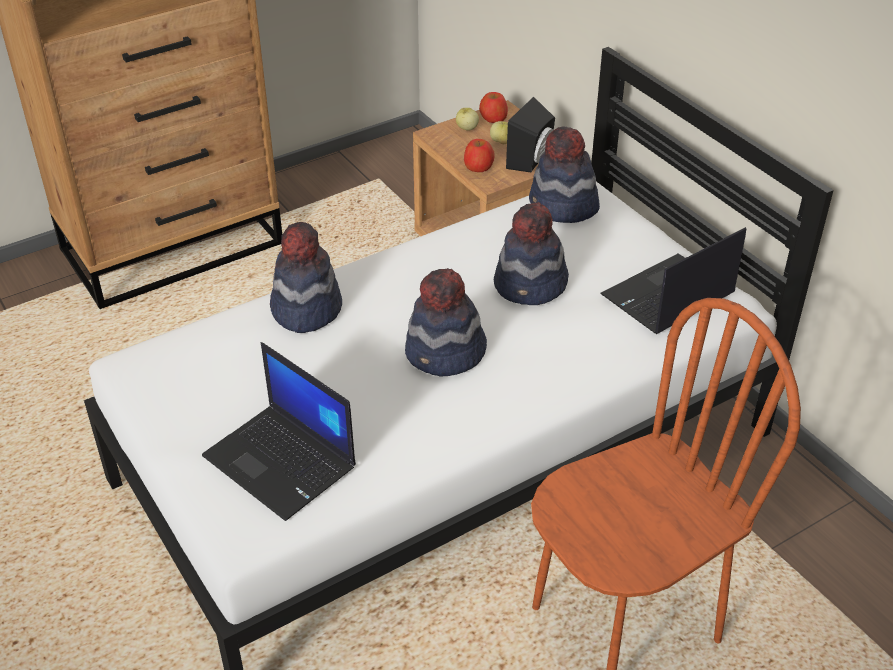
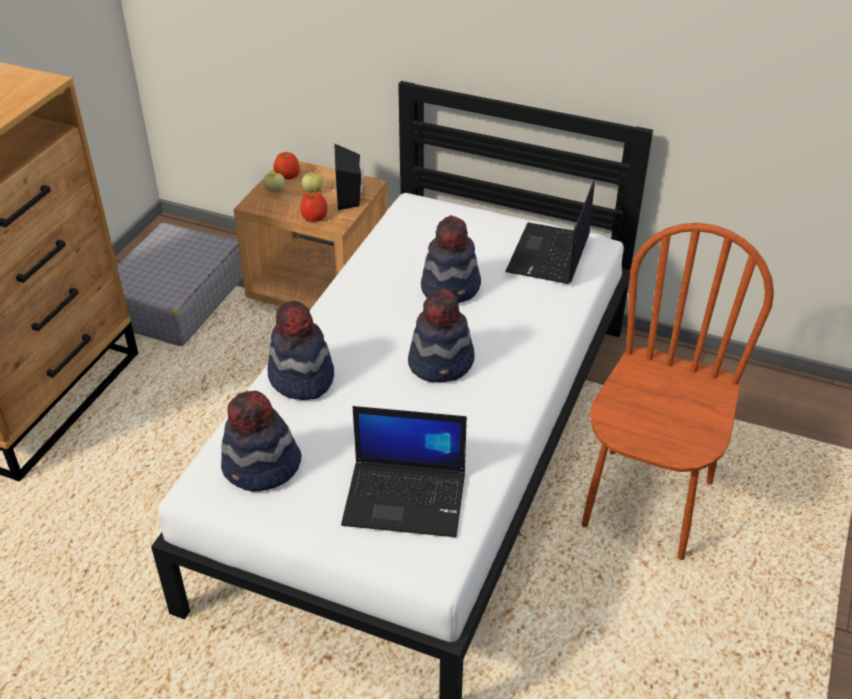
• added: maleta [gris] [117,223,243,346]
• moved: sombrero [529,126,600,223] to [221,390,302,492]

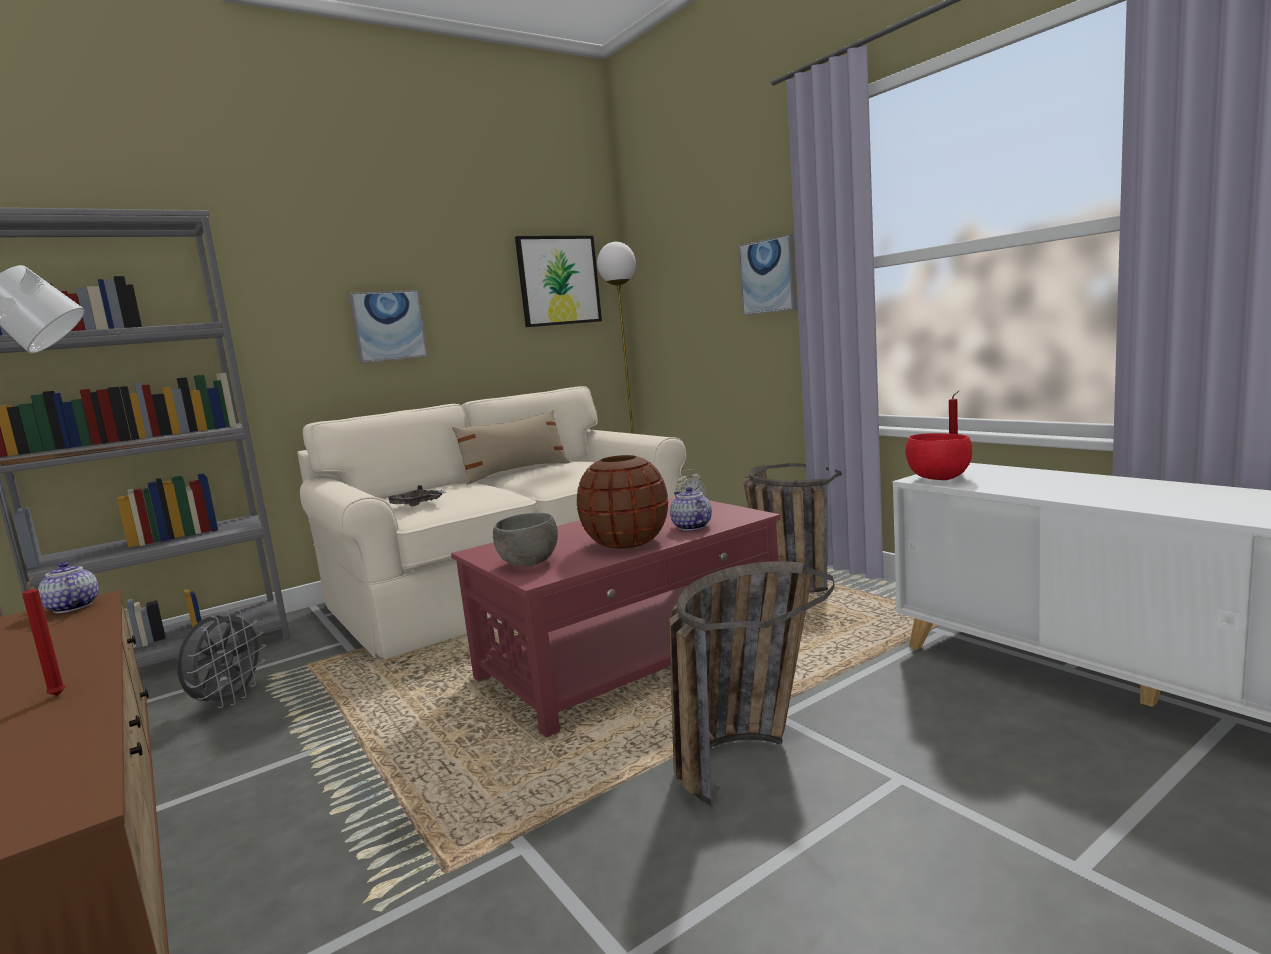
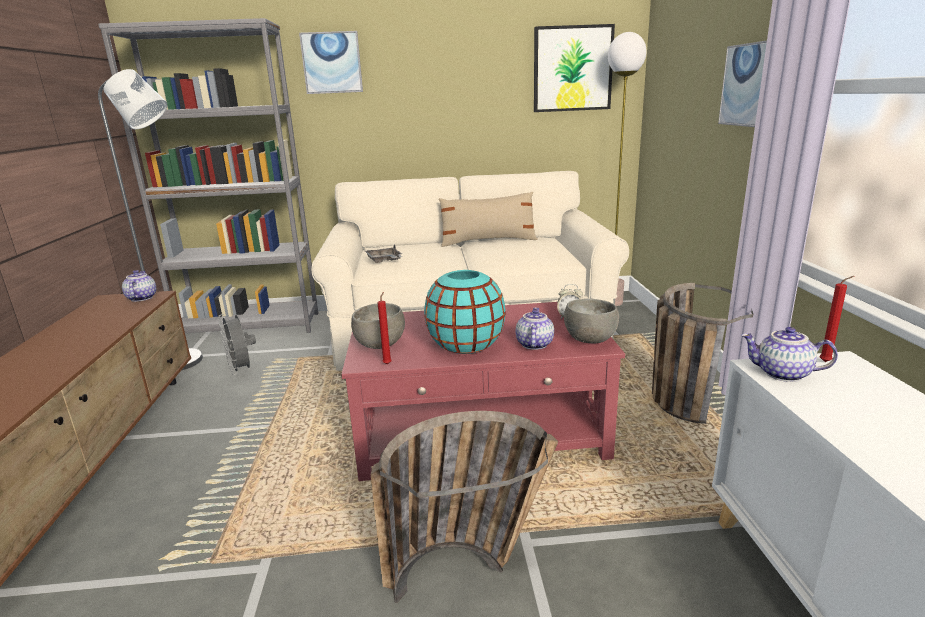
• added: cuenco [gris] [564,299,619,343]
• moved: vela [rojo] [22,575,65,696] to [378,292,392,365]
• moved: cuadro [349,290,428,363] to [299,31,363,94]
• replaced: cuenco [rojo] [905,433,972,480] to tetera [741,327,838,382]
• recoloured: florero [marrón] [577,455,668,549] to florero [turquesa] [424,270,506,354]
• turned: ventilador [gris] [177,610,266,708] = [218,314,256,375] 105 degrees clockwise

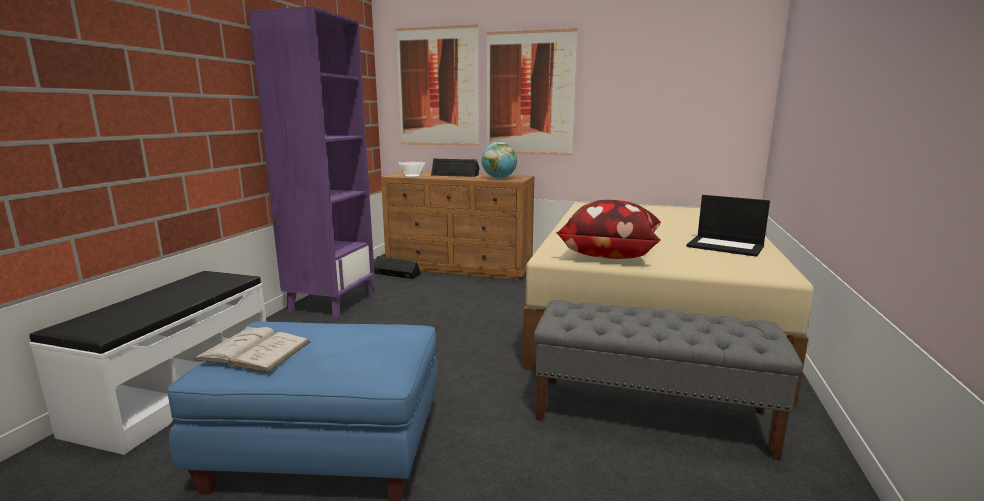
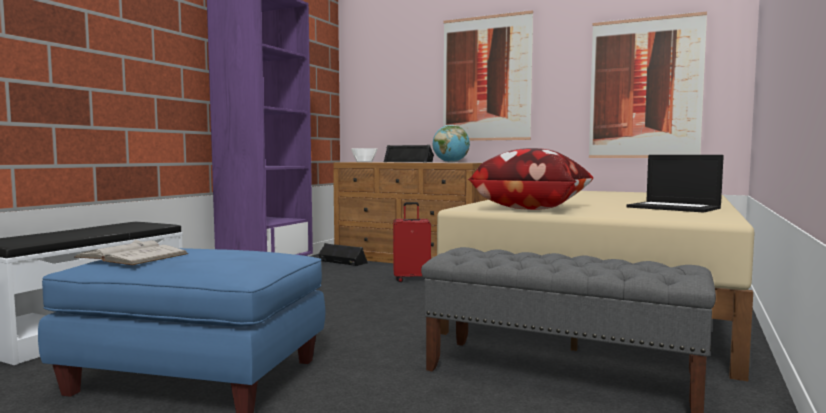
• added: maleta [rojo] [393,202,431,282]
• moved: cuadro [396,24,479,146] to [589,12,707,158]

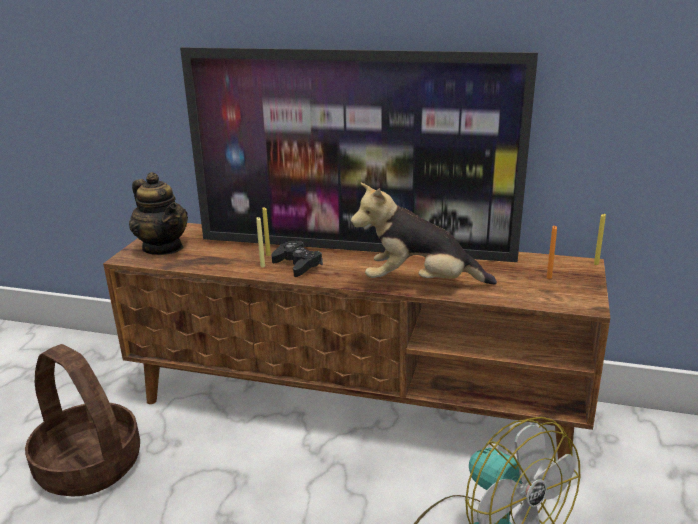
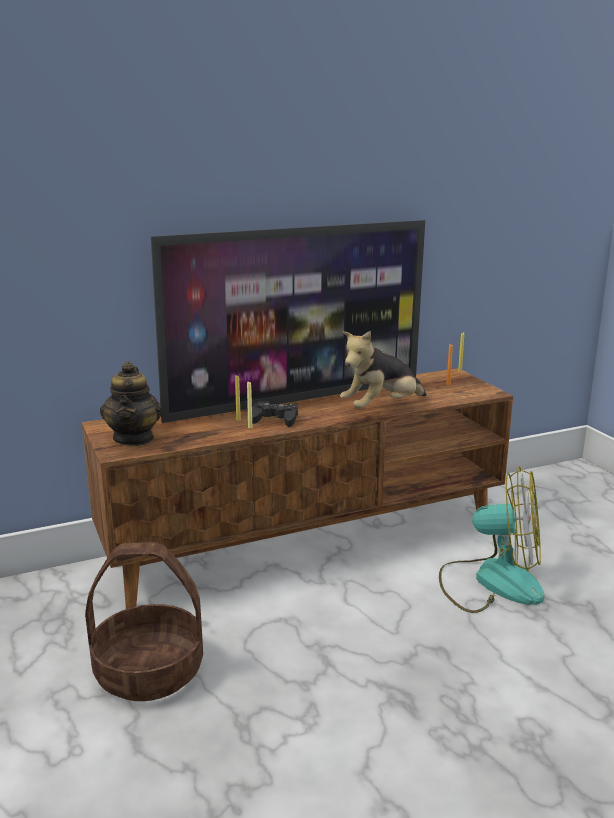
• turned: tetera [129,172,188,255] = [100,361,162,446] 75 degrees clockwise

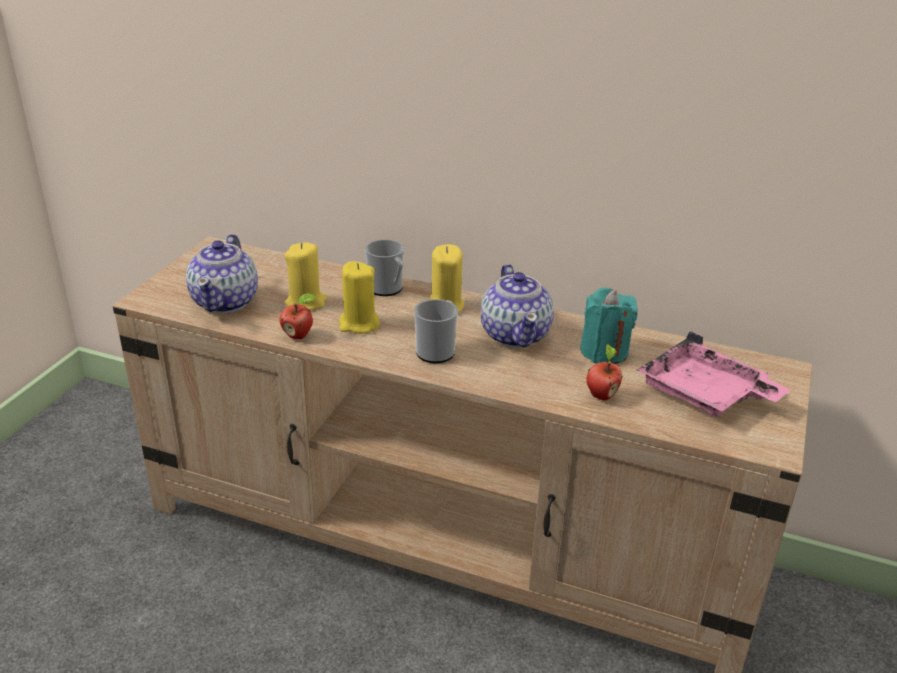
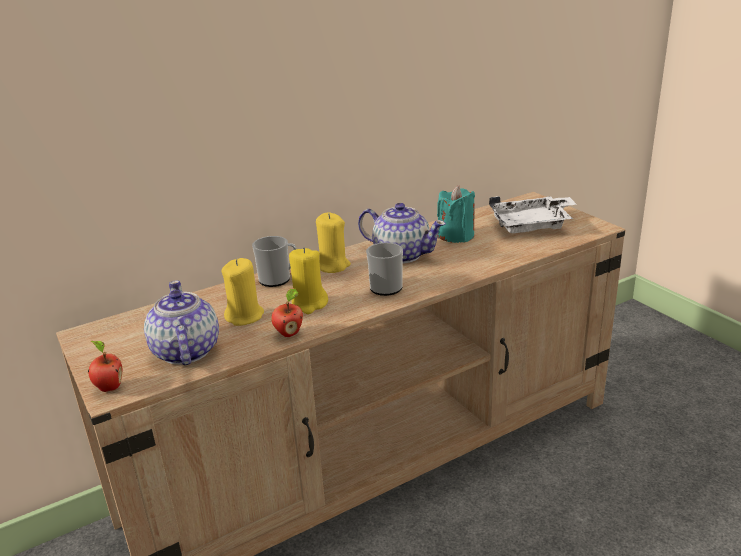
• moved: manzana [586,344,623,400] to [88,341,123,392]
• recoloured: bandeja [rosa] [637,331,791,417] to bandeja [blanco] [489,196,576,233]
• turned: tetera [186,234,258,313] = [144,281,219,366] 150 degrees counterclockwise

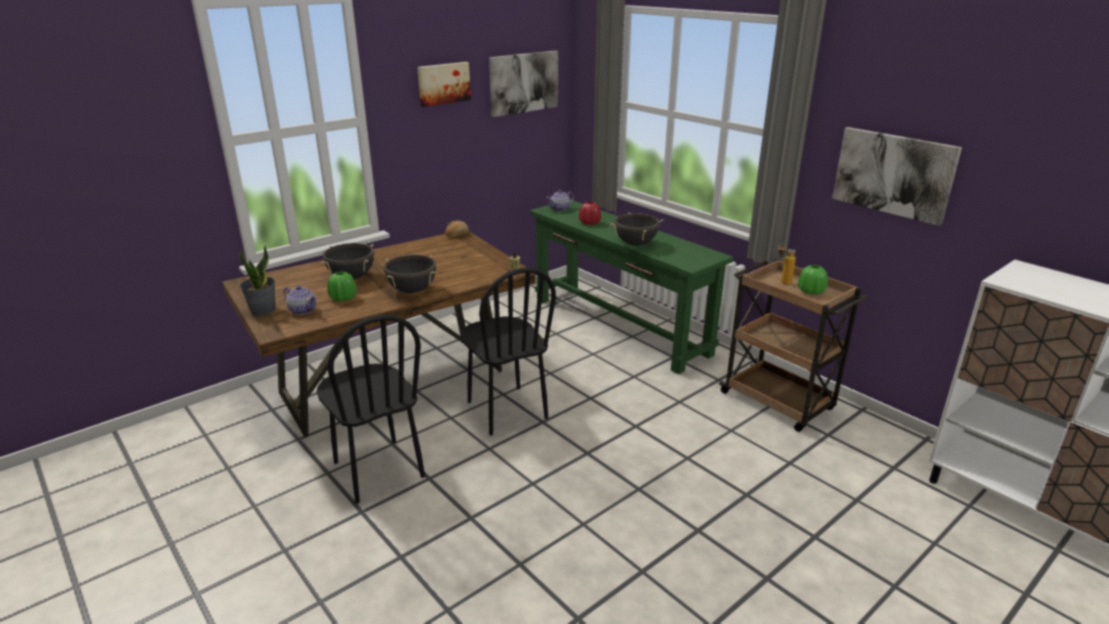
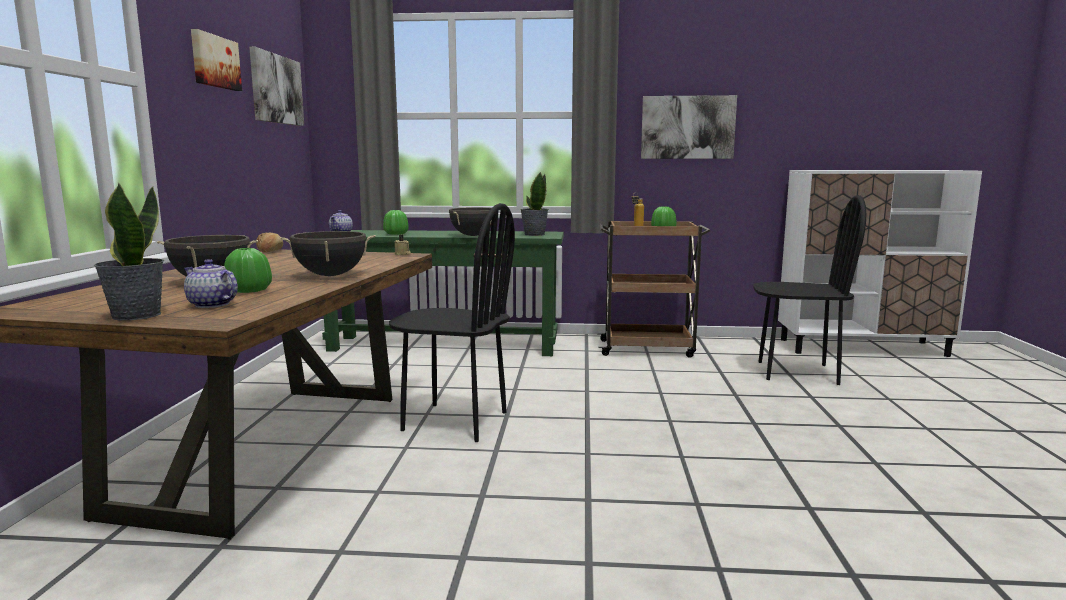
• added: planta en maceta [520,172,549,236]
• moved: silla [negro] [317,315,425,504] to [753,195,866,385]
• recoloured: florero [rojo] [579,201,601,225] to florero [verde] [383,210,409,235]
• turned: tetera [283,286,317,315] = [184,259,238,308] 135 degrees counterclockwise

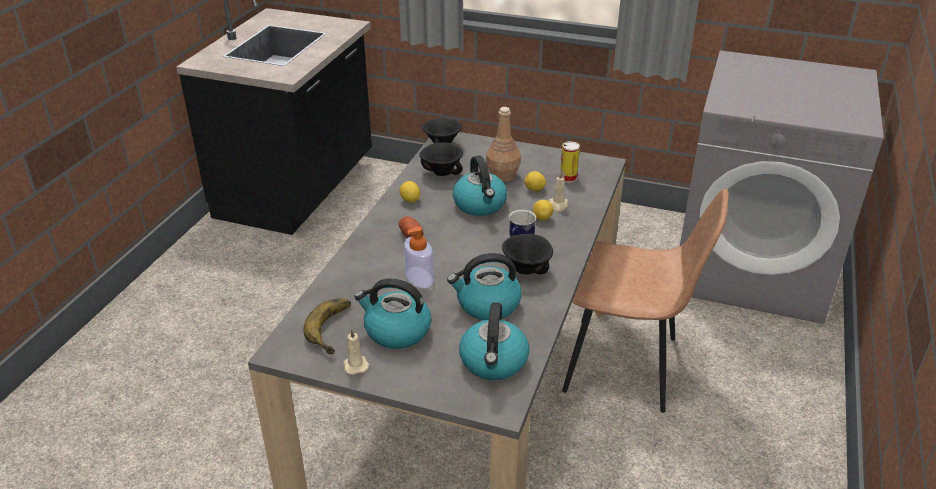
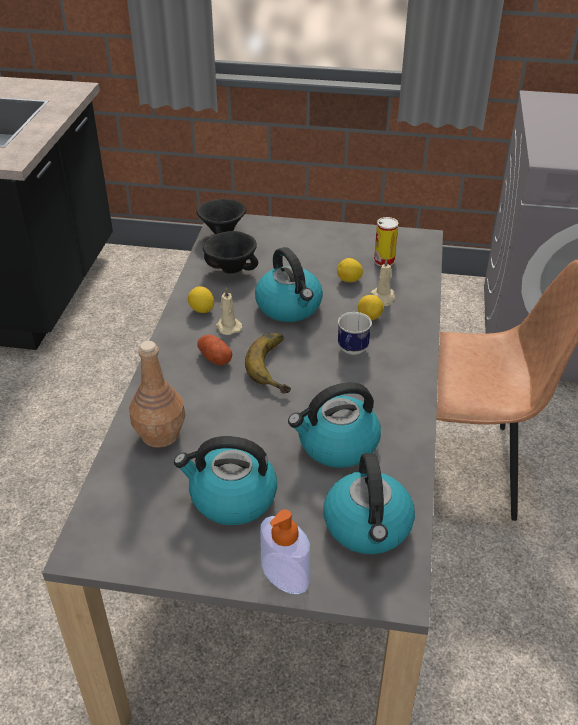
• removed: cuenco [negro] [502,234,553,275]
• moved: plátano [303,298,351,354] to [245,333,291,394]
• moved: vela [beis] [343,329,369,375] to [216,287,242,335]
• moved: dispensador de jabón [404,226,434,288] to [260,509,310,594]
• moved: botella [marrón] [486,107,521,182] to [129,341,185,448]

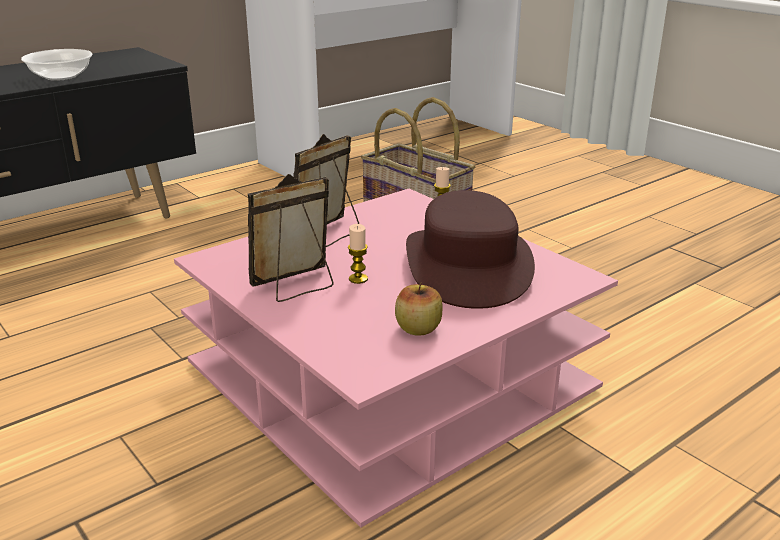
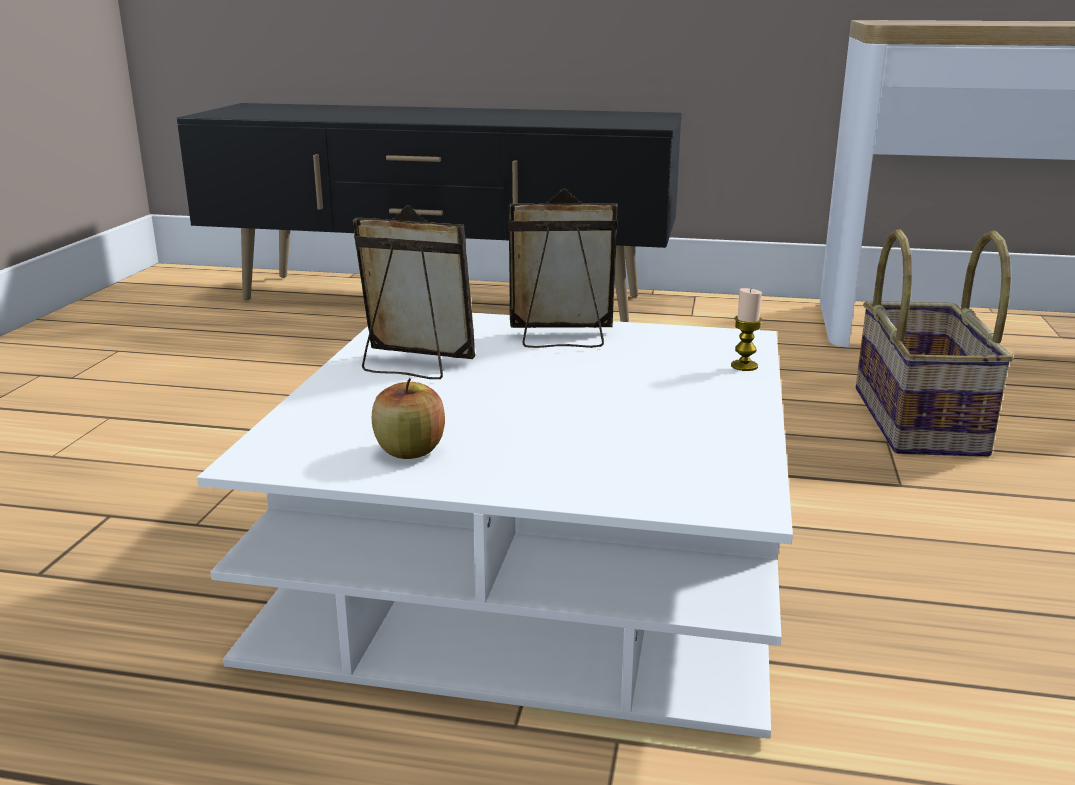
• removed: cuenco [21,49,93,81]
• removed: vela [348,224,368,284]
• removed: sombrero [marrón] [406,190,535,309]
• recoloured: mesa de centro [rosa] [174,188,618,528] to mesa de centro [blanco] [197,313,793,739]

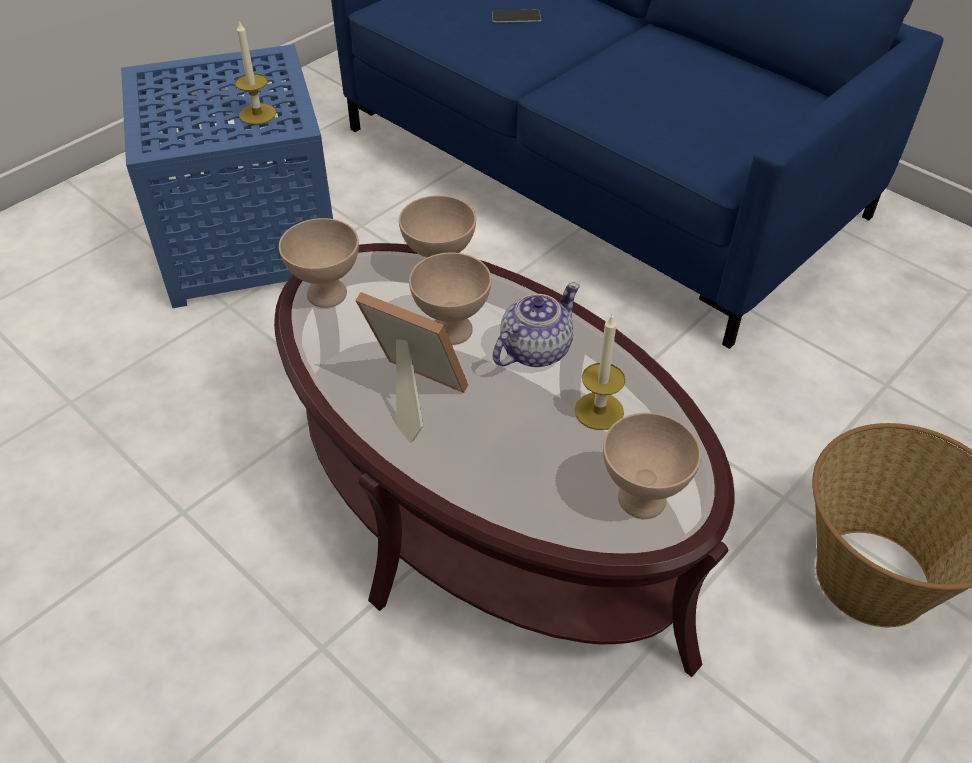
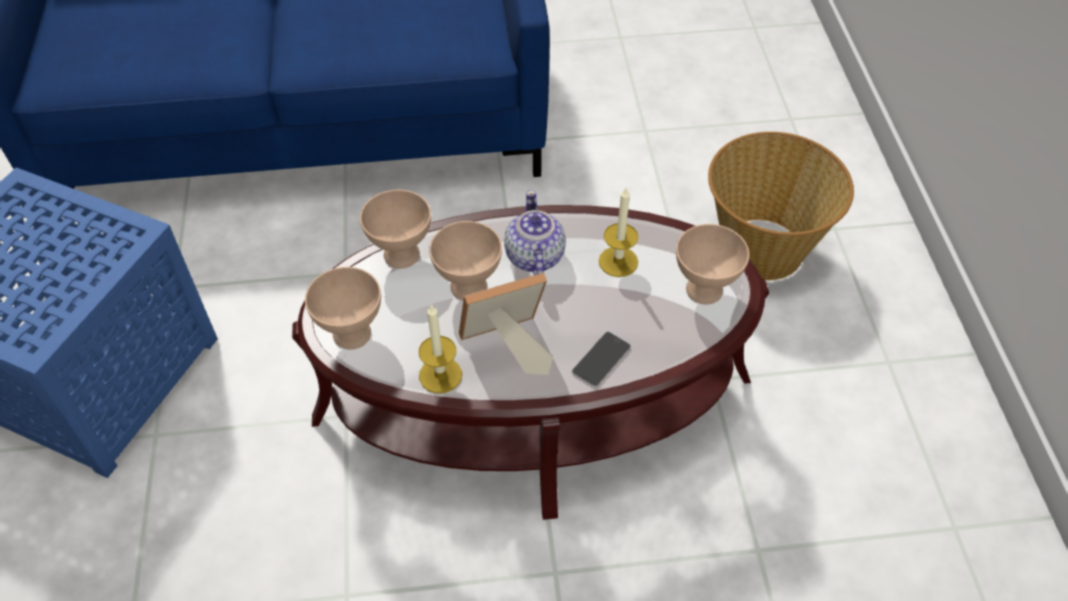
• moved: vela [235,21,276,125] to [419,304,462,393]
• moved: móvil [492,10,541,23] to [572,332,631,388]

